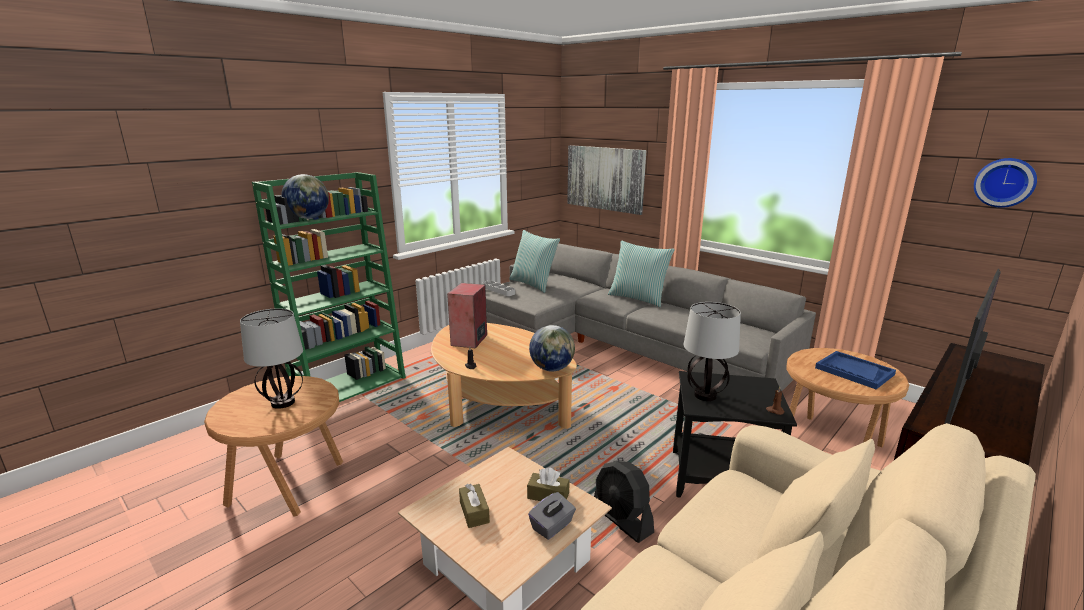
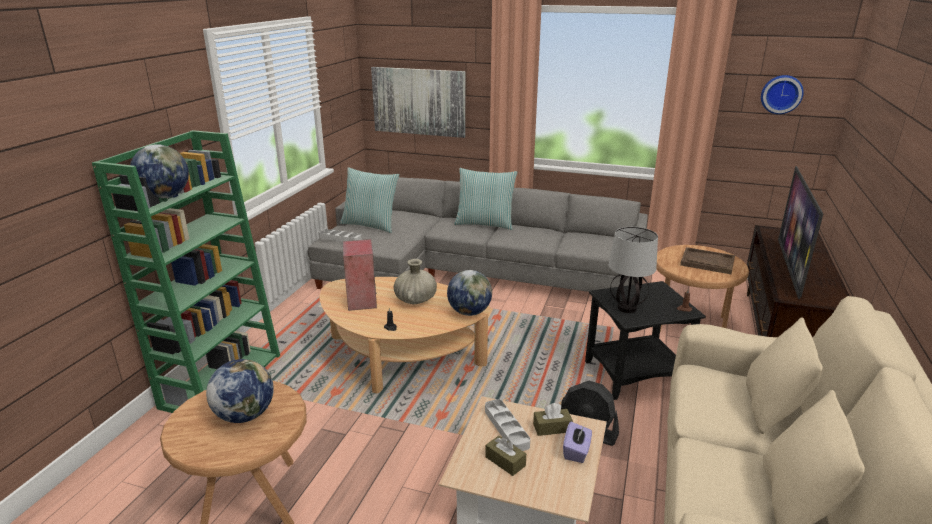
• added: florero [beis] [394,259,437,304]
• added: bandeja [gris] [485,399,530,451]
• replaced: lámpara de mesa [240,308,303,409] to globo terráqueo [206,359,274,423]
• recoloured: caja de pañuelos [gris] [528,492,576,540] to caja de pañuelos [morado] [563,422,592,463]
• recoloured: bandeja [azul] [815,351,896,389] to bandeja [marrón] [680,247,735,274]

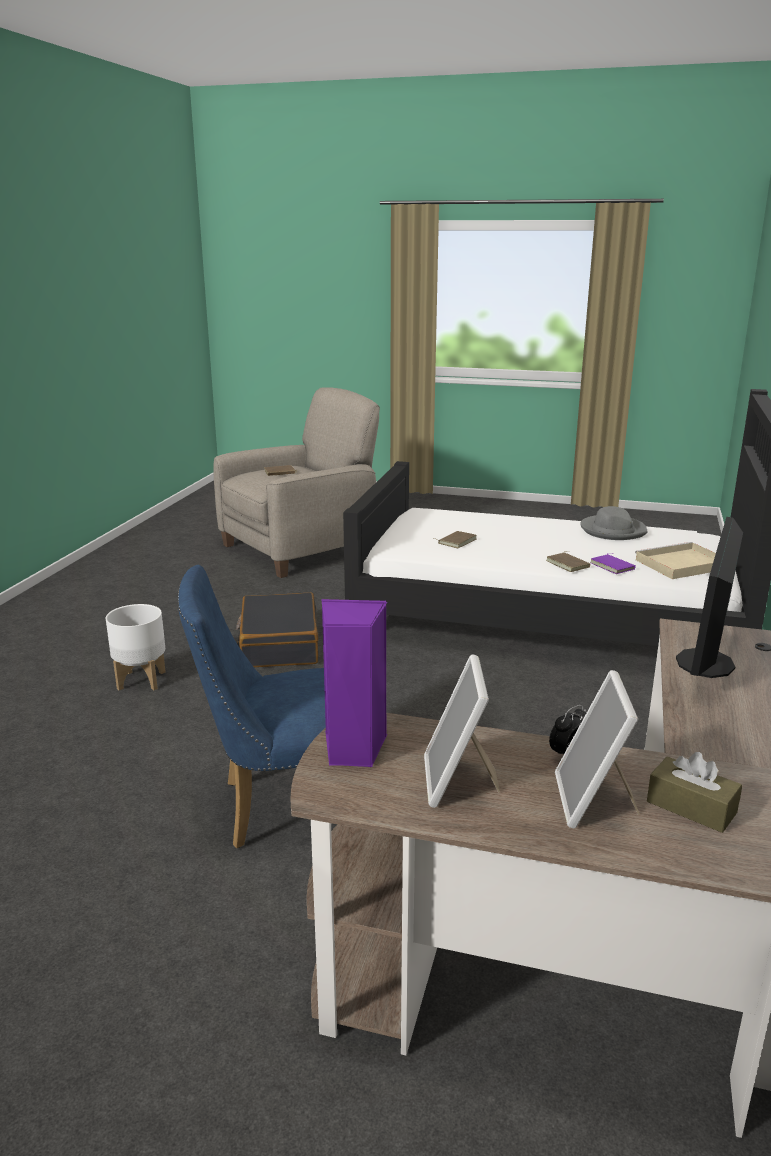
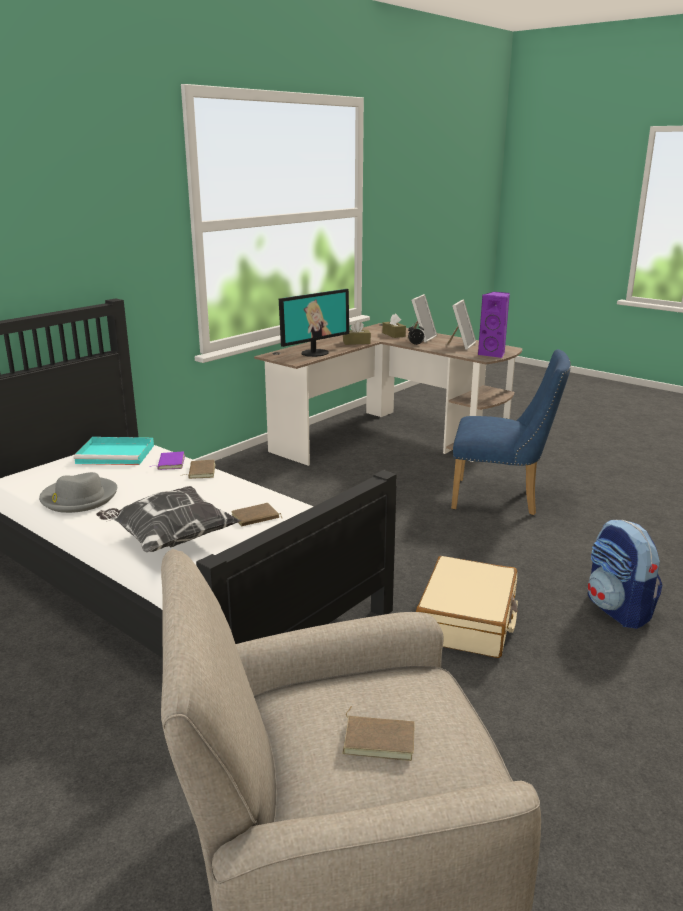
• added: cojín [96,486,241,552]
• added: caja de pañuelos [marrón] [343,321,371,345]
• replaced: maceta [blanco] [106,604,166,691] to mochila [588,520,662,629]
• recoloured: maleta [negro] [236,593,319,667] to maleta [beis] [416,556,518,658]
• recoloured: bandeja [beis] [635,542,716,579] to bandeja [turquesa] [74,437,154,465]

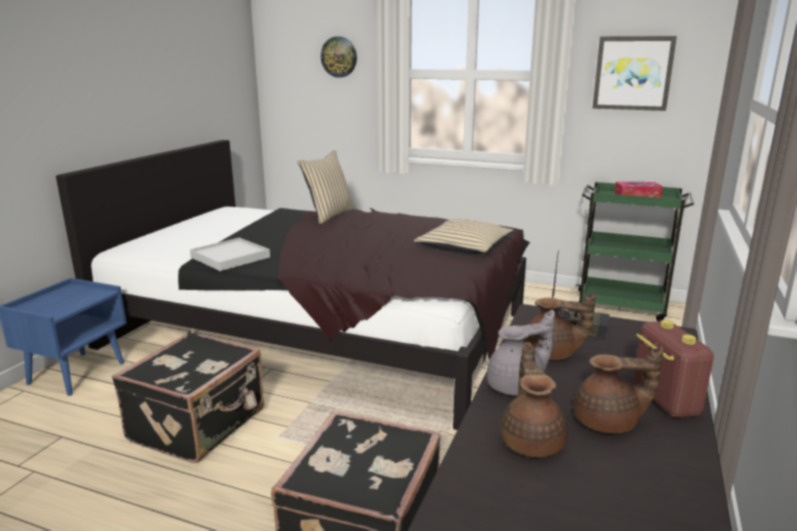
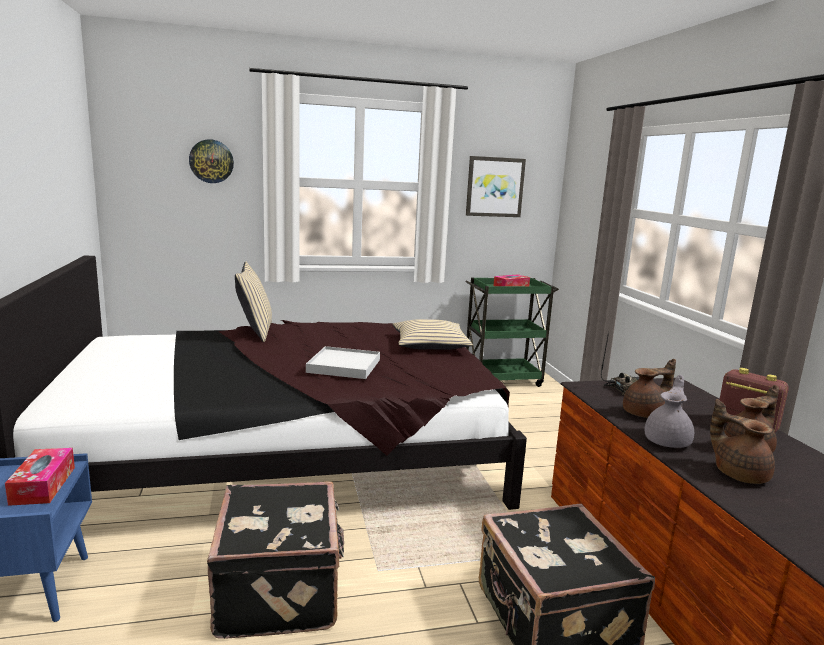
• added: caja de pañuelos [5,448,75,506]
• moved: bandeja [blanco] [190,238,270,271] to [306,346,380,379]

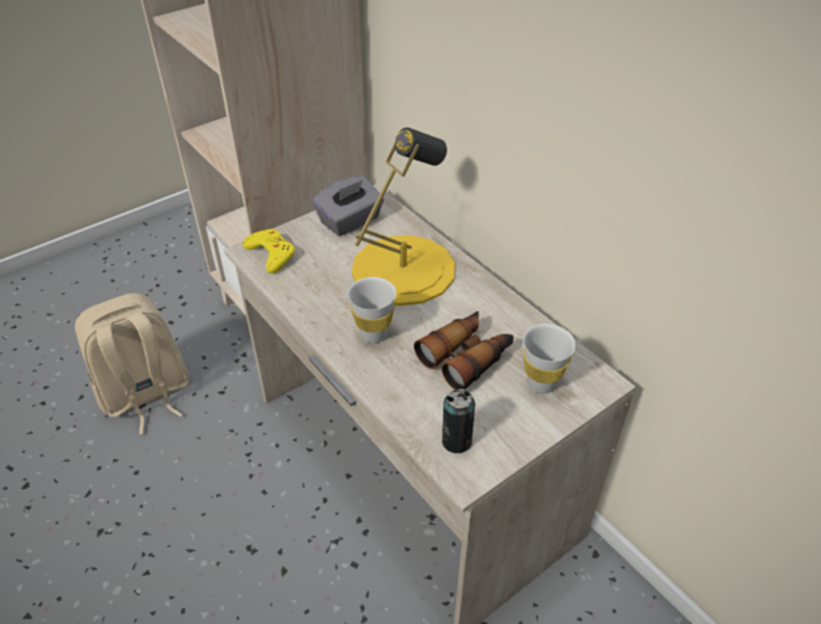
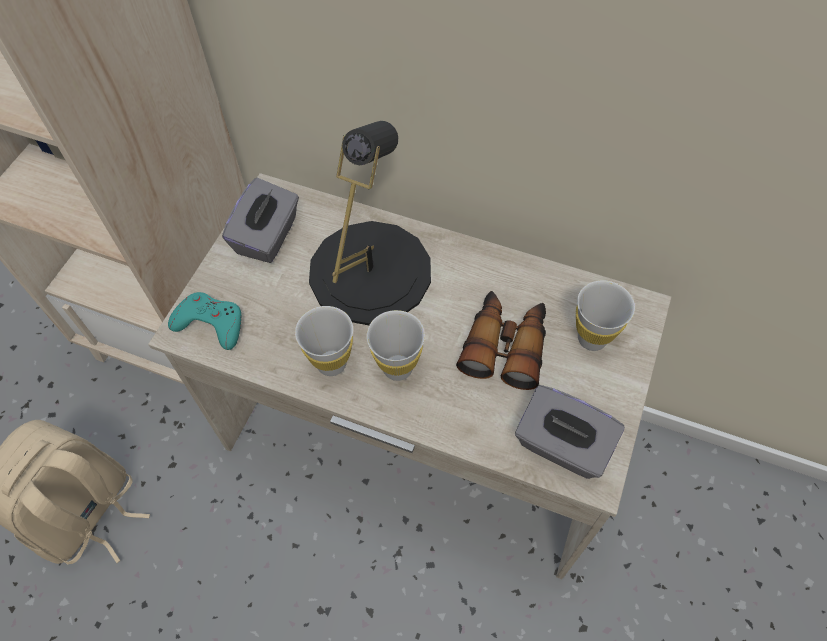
• added: taza [blanco] [295,306,353,376]
• replaced: lata [442,389,475,453] to caja de pañuelos [gris] [515,385,625,479]
• recoloured: mando de consola [amarillo] [243,229,295,274] to mando de consola [turquesa] [168,292,241,350]
• recoloured: lámpara de mesa [amarillo] [351,127,455,306] to lámpara de mesa [negro] [309,121,431,325]

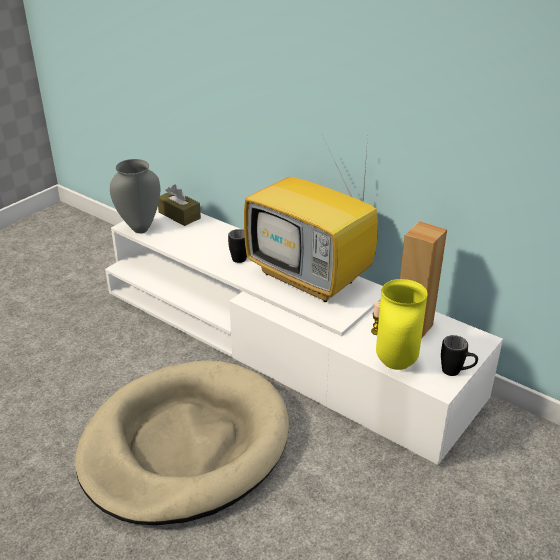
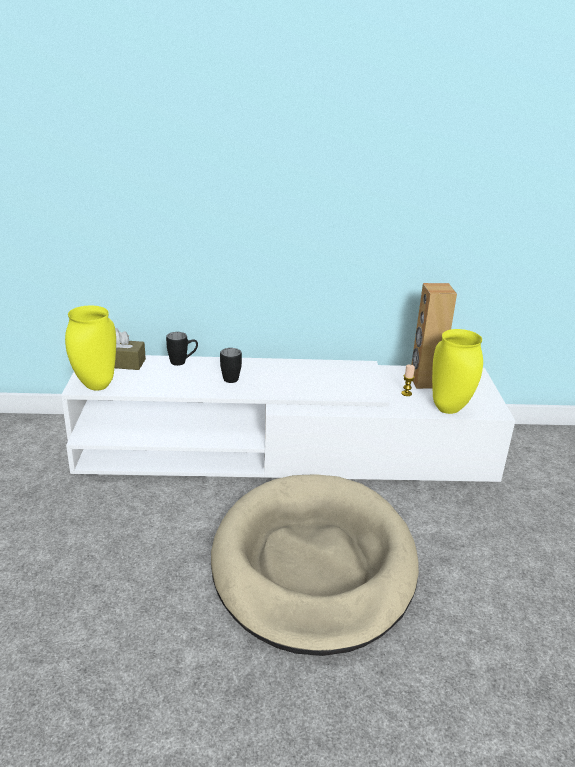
• removed: televisor [244,137,378,302]
• moved: taza grande [negro] [441,335,478,376] to [166,332,198,366]
• recoloured: florero [gris] [110,159,160,233] to florero [amarillo] [65,305,116,391]

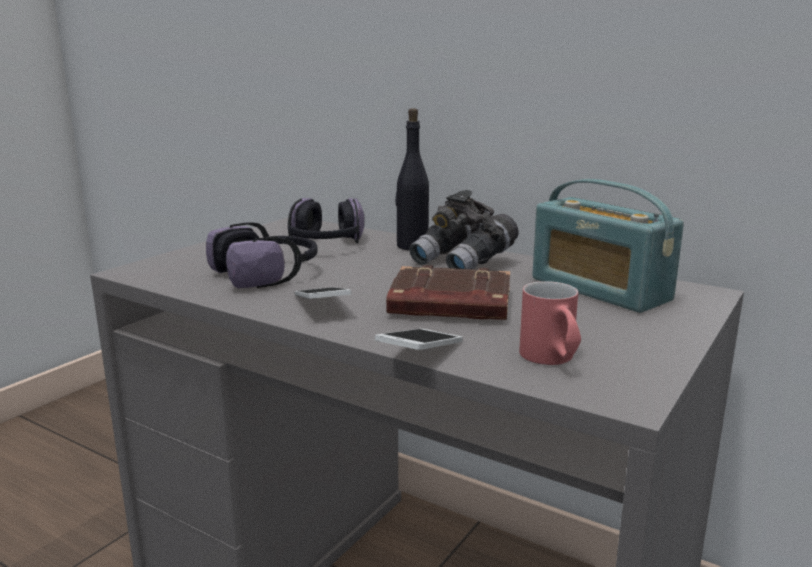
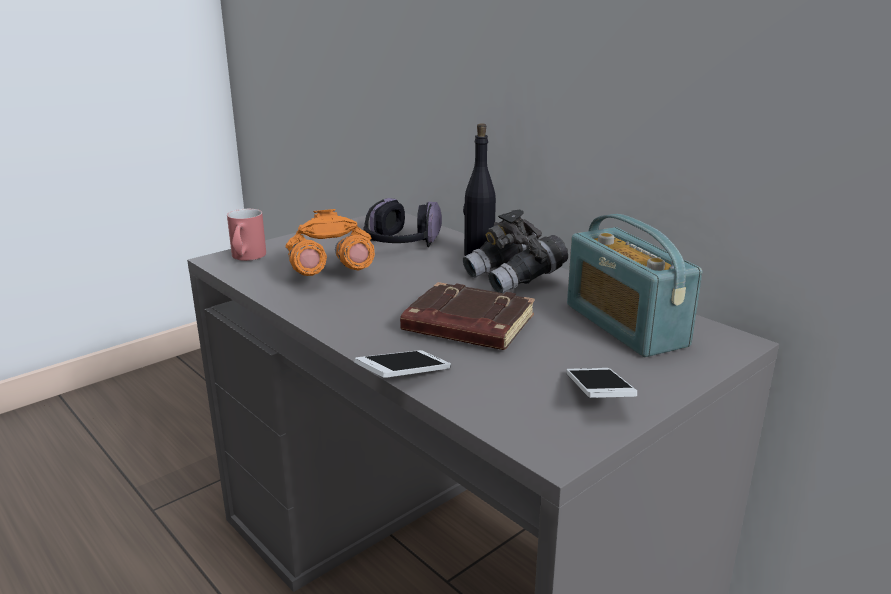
• moved: móvil [295,287,351,299] to [566,368,637,398]
• moved: taza grande [rojo] [519,281,581,365] to [227,209,266,261]
• replaced: auriculares [206,222,318,288] to prismáticos [naranja] [285,209,375,276]

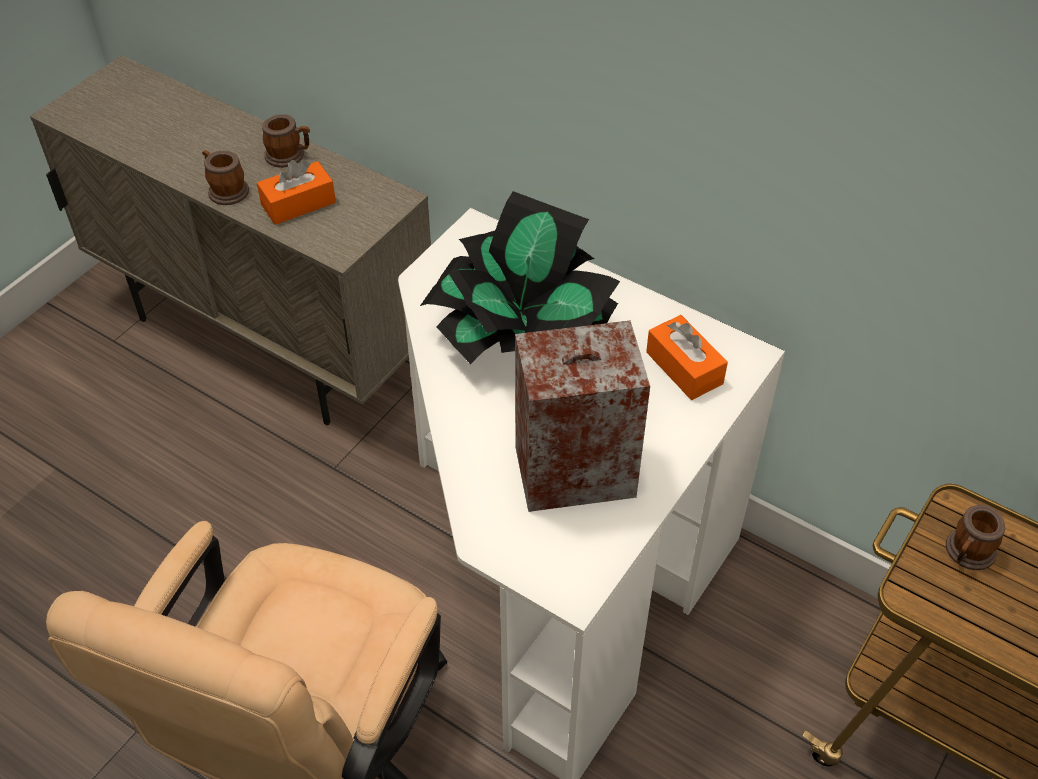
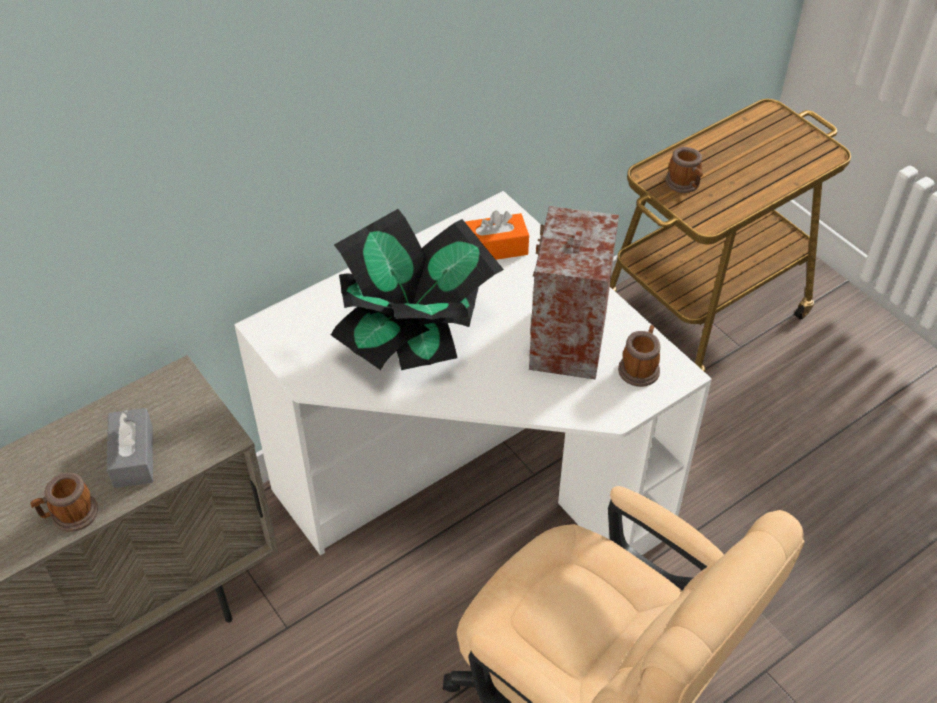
• moved: taza grande [262,114,310,168] to [618,325,660,387]
• recoloured: caja de pañuelos [naranja] [257,159,336,225] to caja de pañuelos [gris] [107,408,153,488]

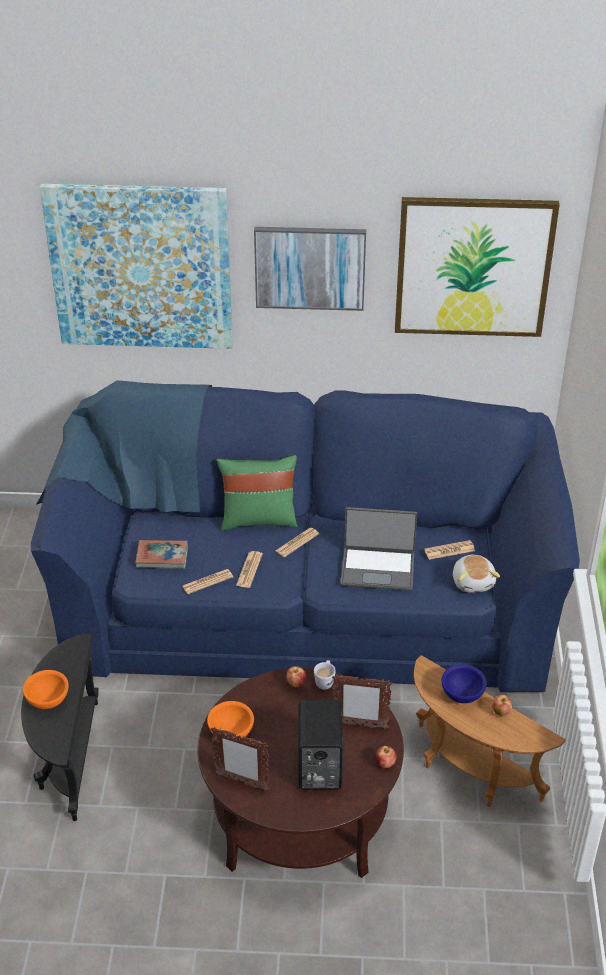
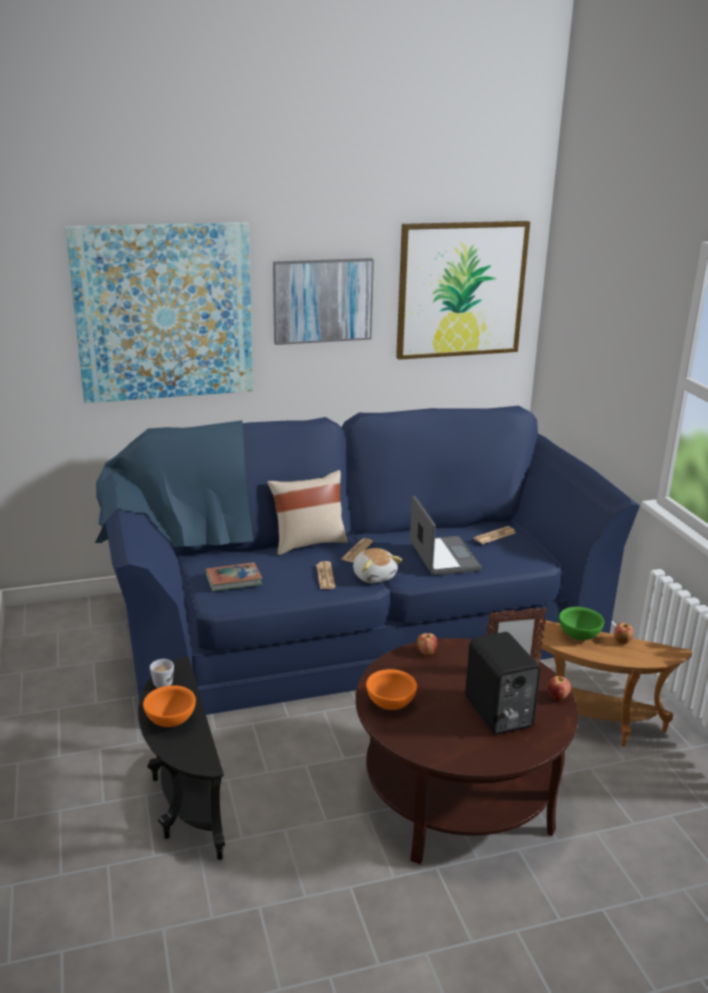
• removed: periódico [182,569,233,594]
• removed: portarretratos [211,727,270,791]
• moved: taza grande [blanco] [314,660,336,690] to [150,659,174,688]
• moved: peluche [453,555,500,593] to [353,548,402,583]
• recoloured: cojín [verde] [217,455,297,531] to cojín [beis] [267,470,348,555]
• recoloured: cuenco [azul] [441,664,487,703] to cuenco [verde] [559,607,604,640]
• turned: portátil [340,507,417,591] = [410,496,482,576] 90 degrees counterclockwise

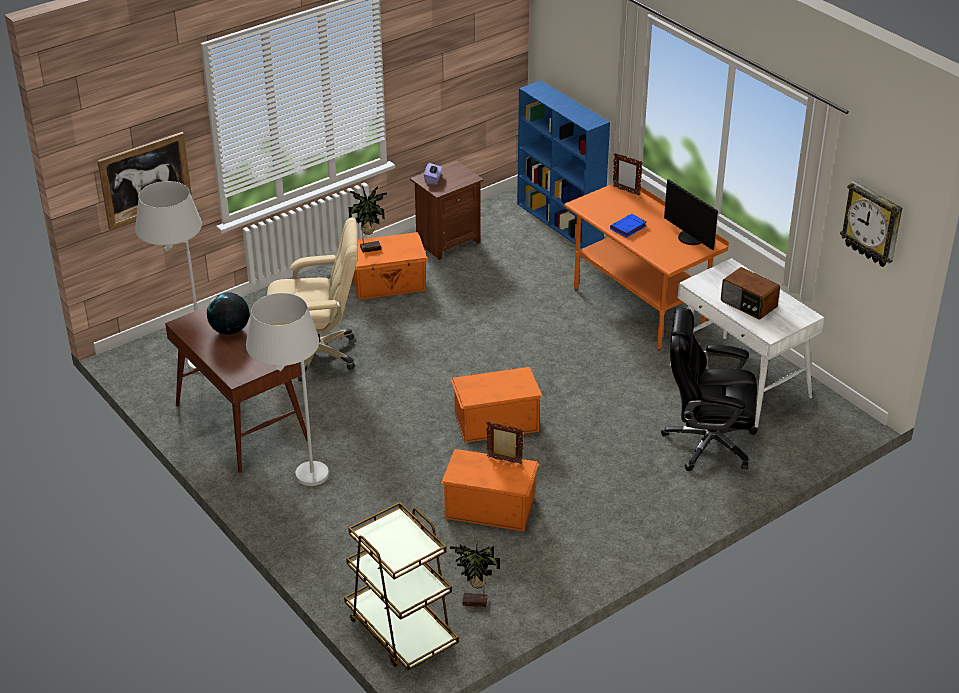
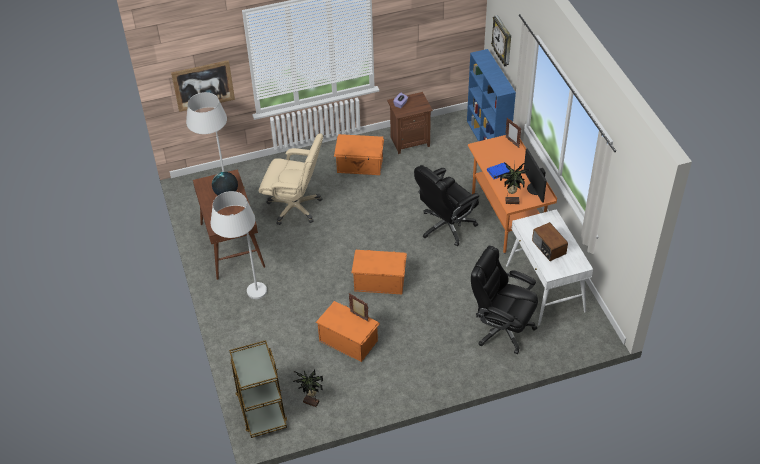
• added: silla de oficina [negro] [414,165,479,246]
• moved: planta en maceta [349,186,387,253] to [500,162,530,204]
• moved: reloj de pared [840,181,902,267] to [491,15,511,67]

